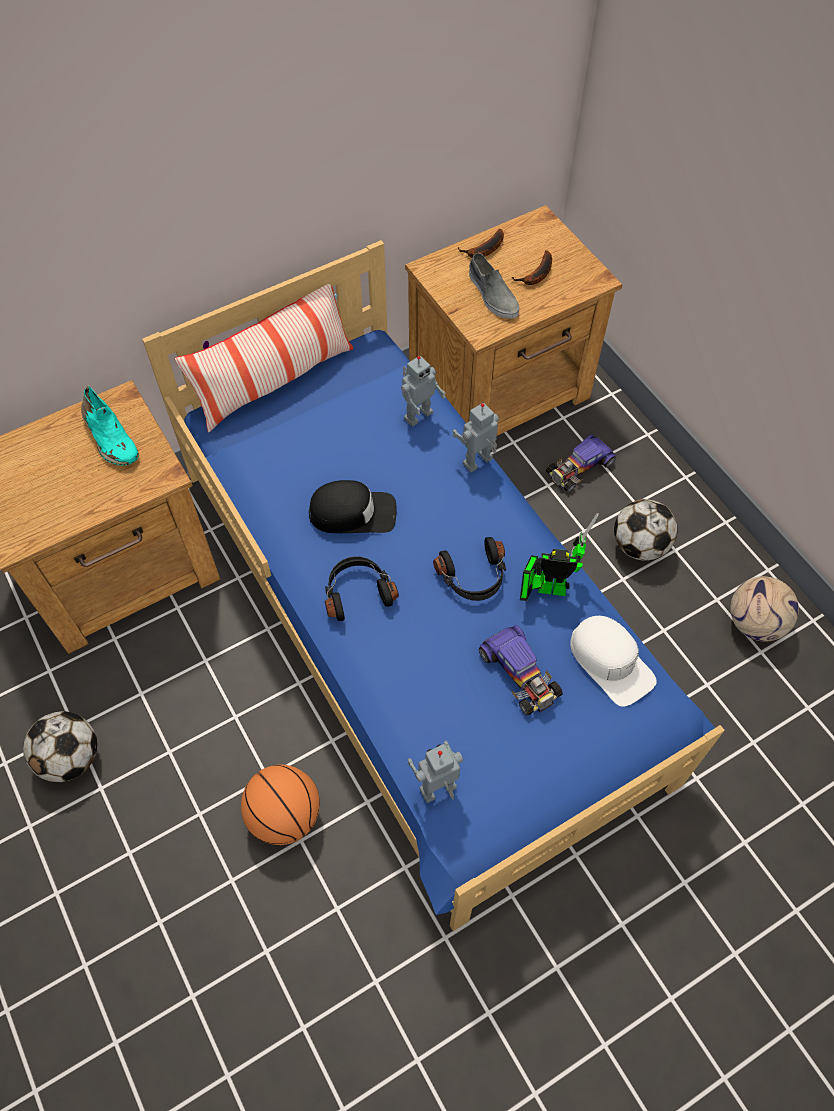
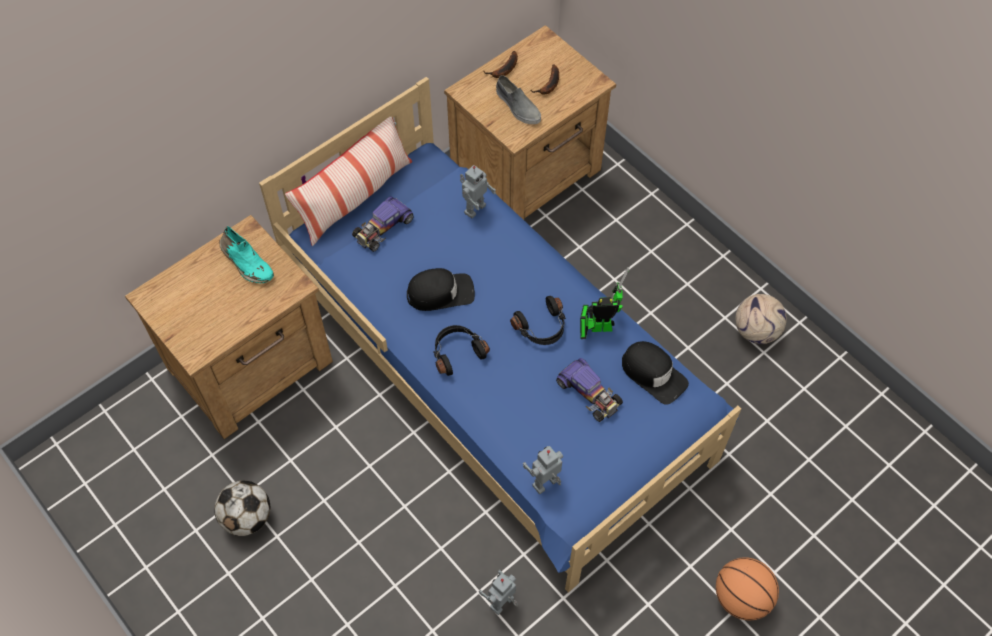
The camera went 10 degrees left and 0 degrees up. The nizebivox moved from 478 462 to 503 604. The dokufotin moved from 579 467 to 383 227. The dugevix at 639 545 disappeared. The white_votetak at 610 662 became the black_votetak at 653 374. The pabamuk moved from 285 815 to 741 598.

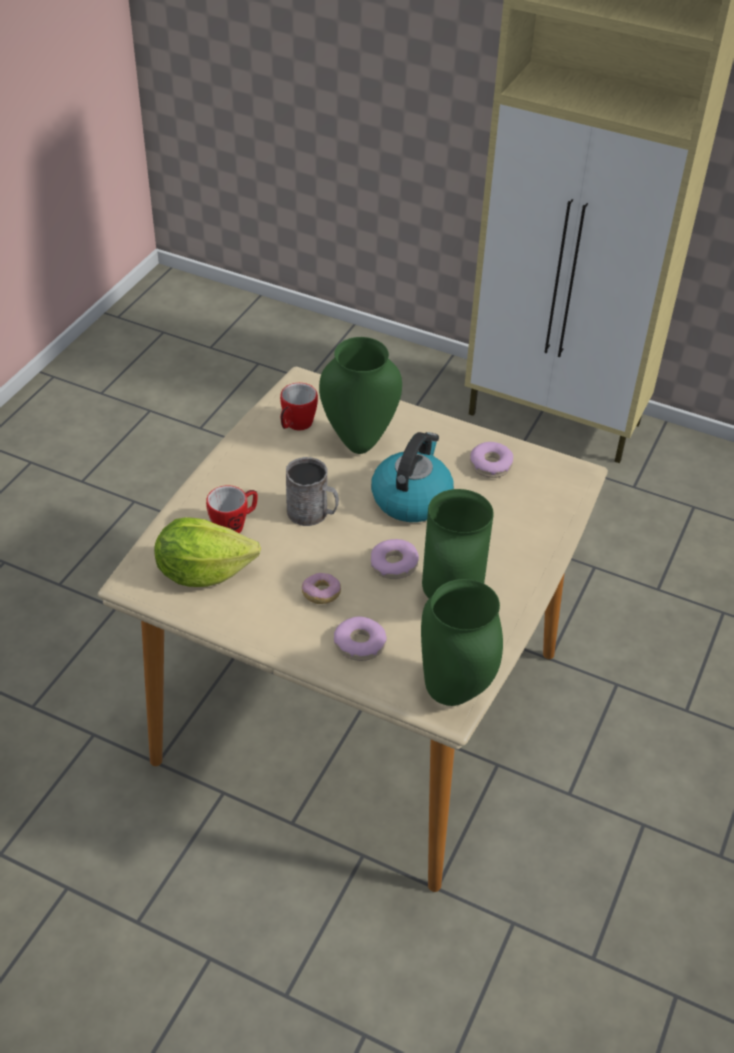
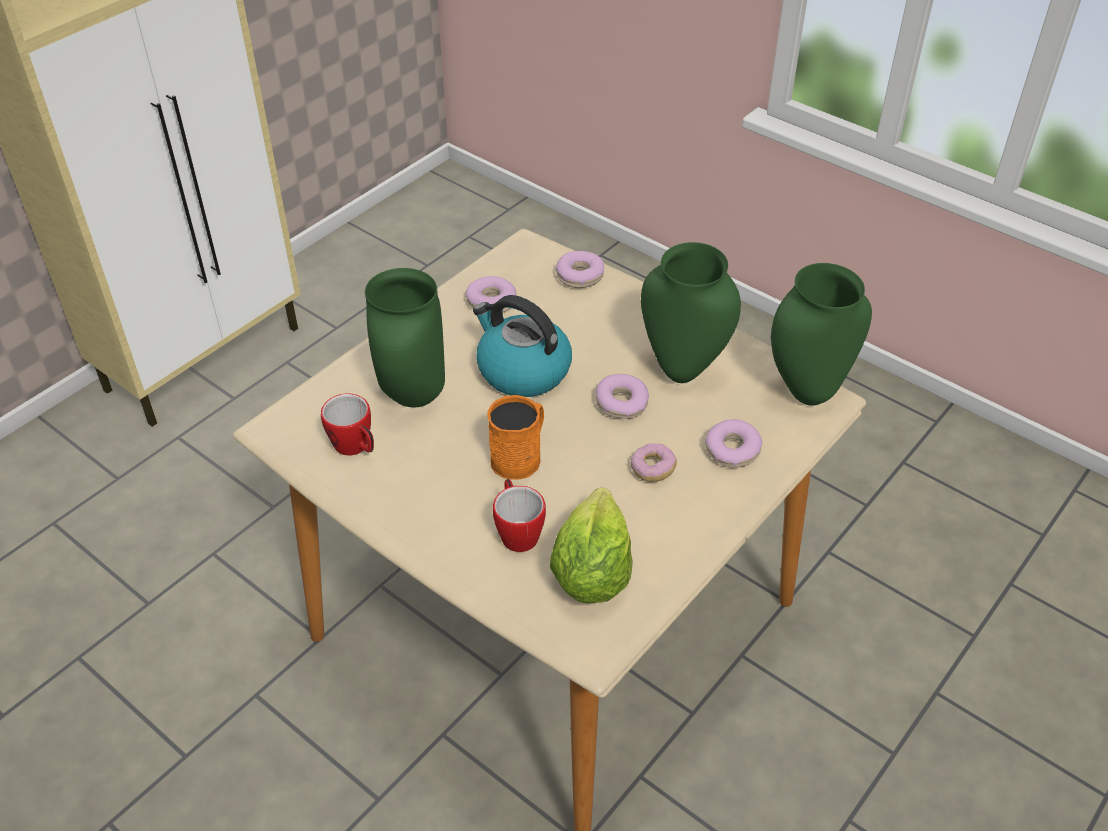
The camera went 75 degrees left and 0 degrees up. The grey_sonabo at 313 513 became the orange_sonabo at 520 456. The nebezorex at 580 276 appeared.

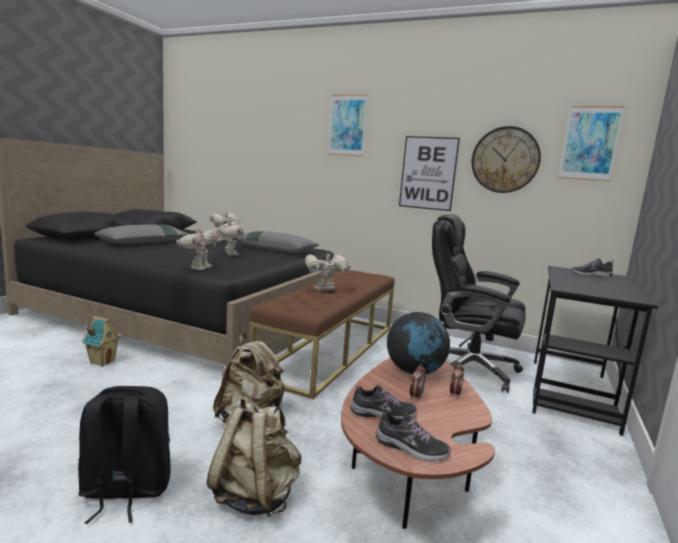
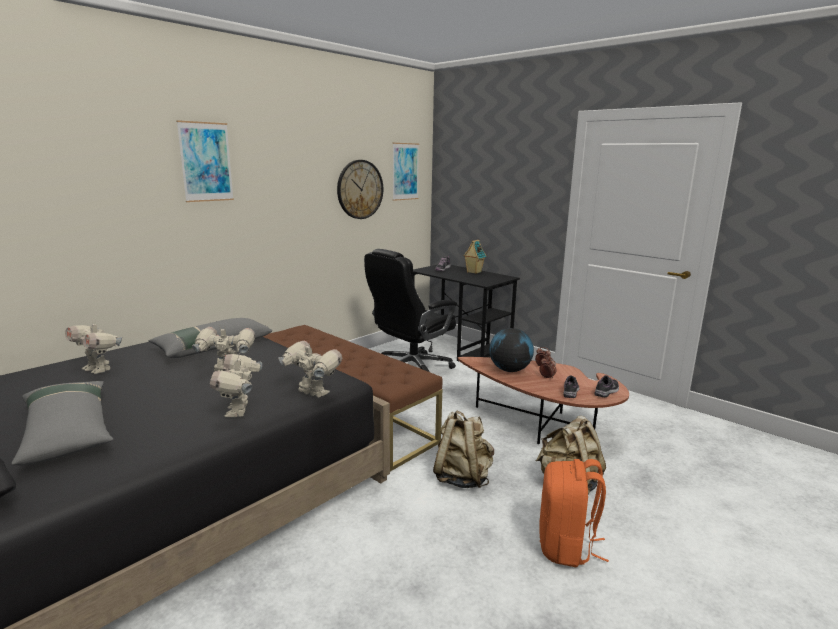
The camera went 70 degrees left and 5 degrees up. The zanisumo at 428 173 disappeared. The nizebivox moved from 325 289 to 239 411. The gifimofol moved from 102 362 to 473 272. The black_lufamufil at 125 491 became the orange_lufamufil at 566 546.

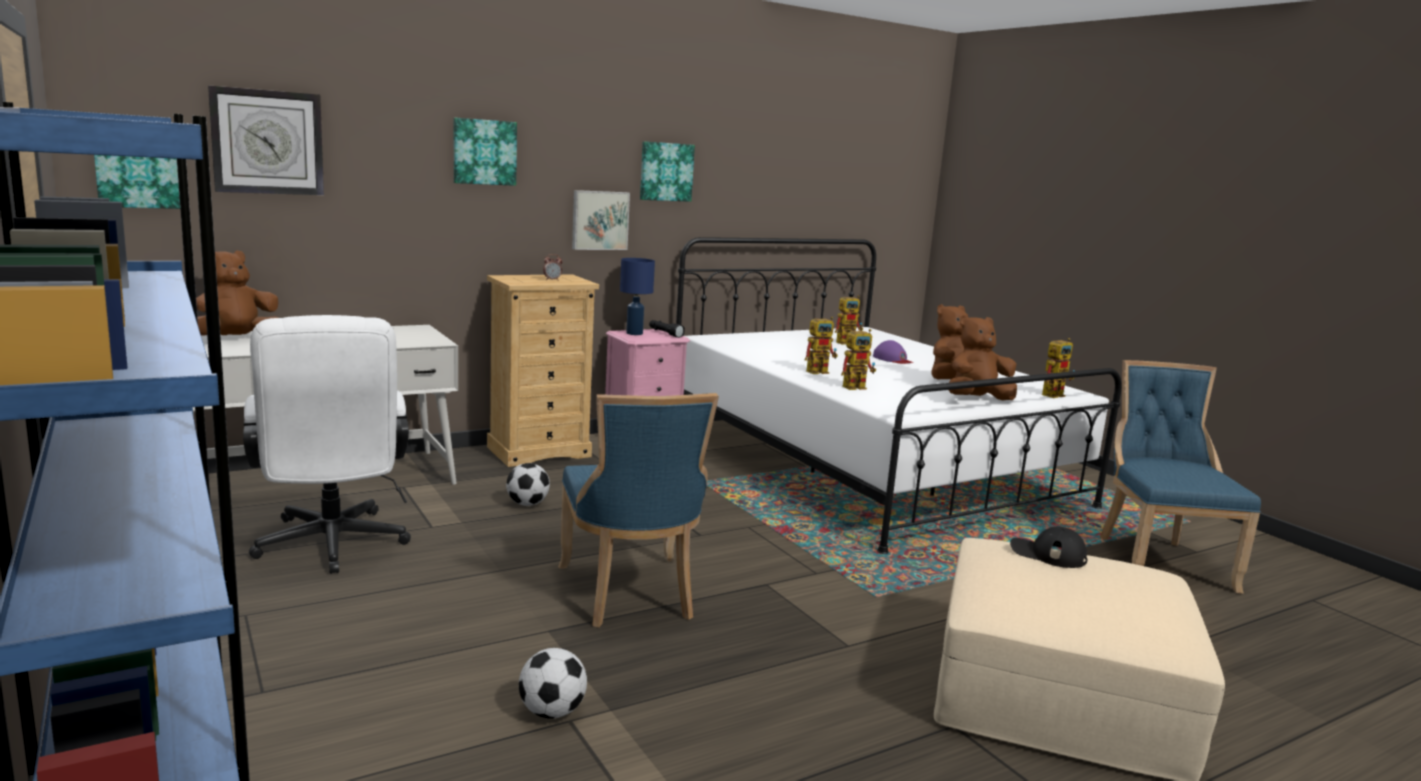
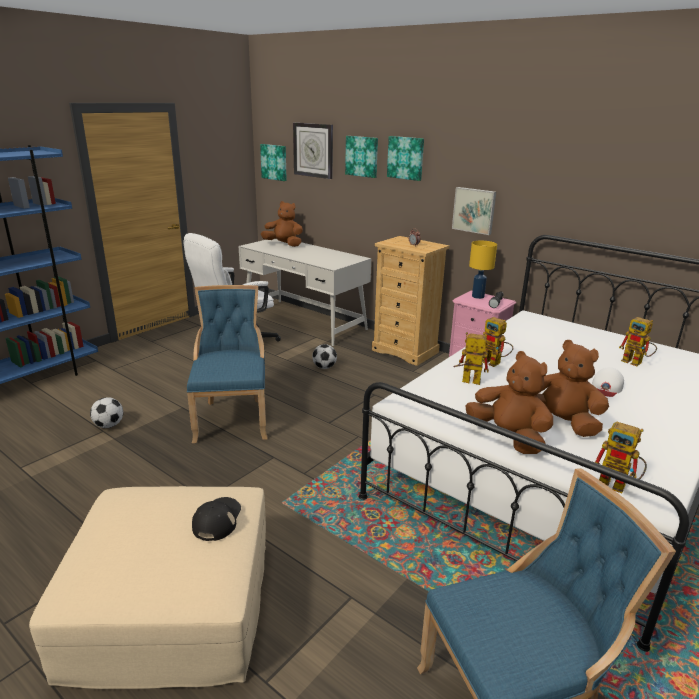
The camera went 70 degrees right and 10 degrees up. The zanisumo moved from 666 171 to 362 156. The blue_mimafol at 635 333 became the yellow_mimafol at 478 296. The nizebivox at 857 387 turned 150 degrees clockwise. The purple_votetak at 892 359 became the white_votetak at 606 387. The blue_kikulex at 630 594 turned 120 degrees clockwise.

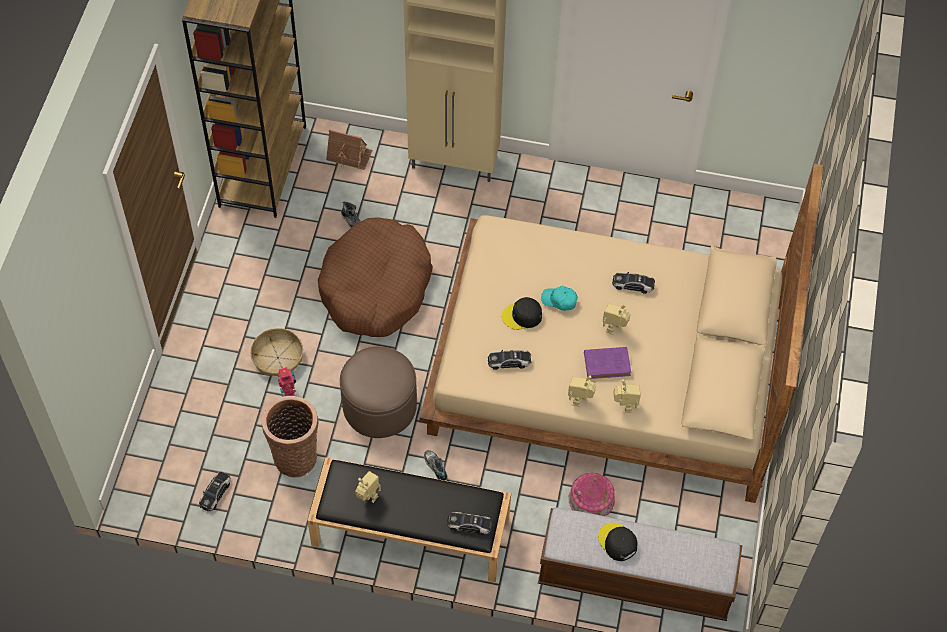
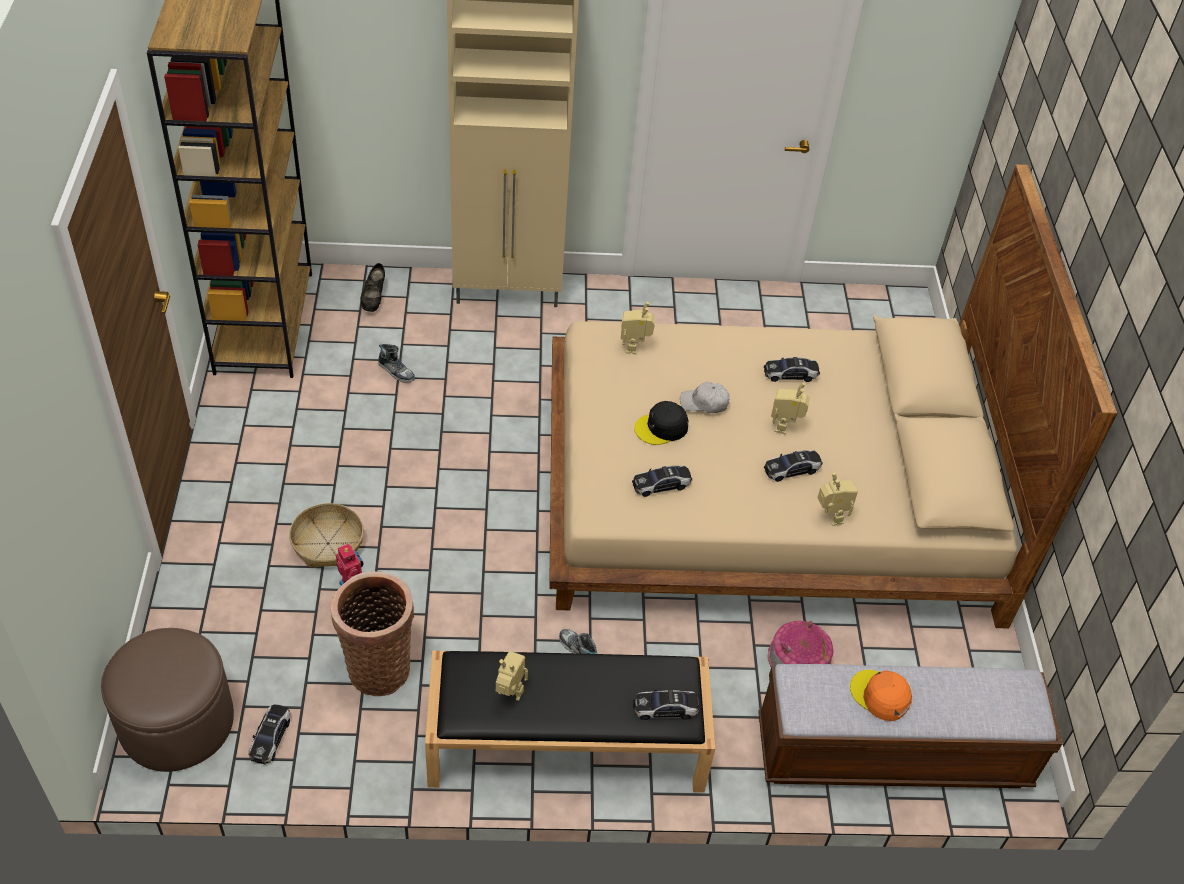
The camera went 15 degrees left and 10 degrees down. The gifimofol at 349 155 was replaced by the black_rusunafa at 374 298. The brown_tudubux at 375 287 disappeared. The turquoise_votetak at 559 300 became the white_votetak at 704 403. The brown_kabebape moved from 379 406 to 176 722. The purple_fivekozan at 608 364 was replaced by the dokufotin at 792 469. The nizebivox moved from 580 400 to 635 347. The black_votetak at 617 542 became the orange_votetak at 880 696.

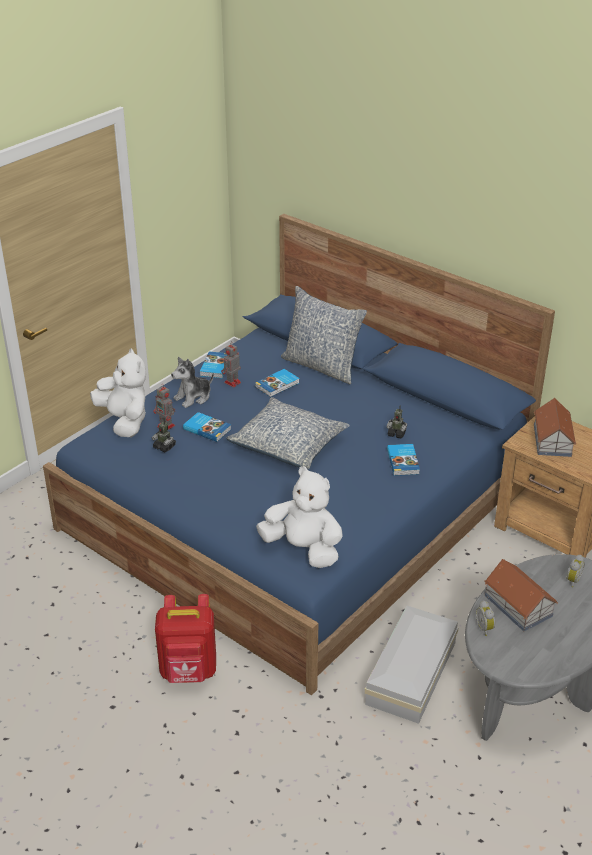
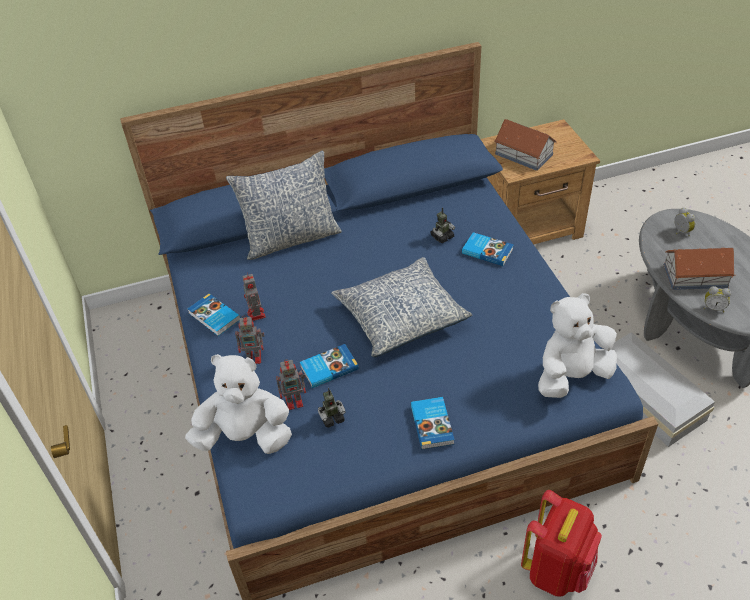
The camera went 55 degrees left and 10 degrees up. The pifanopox at 193 397 was replaced by the nizebivox at 255 357. The fivekozan moved from 278 385 to 433 424.

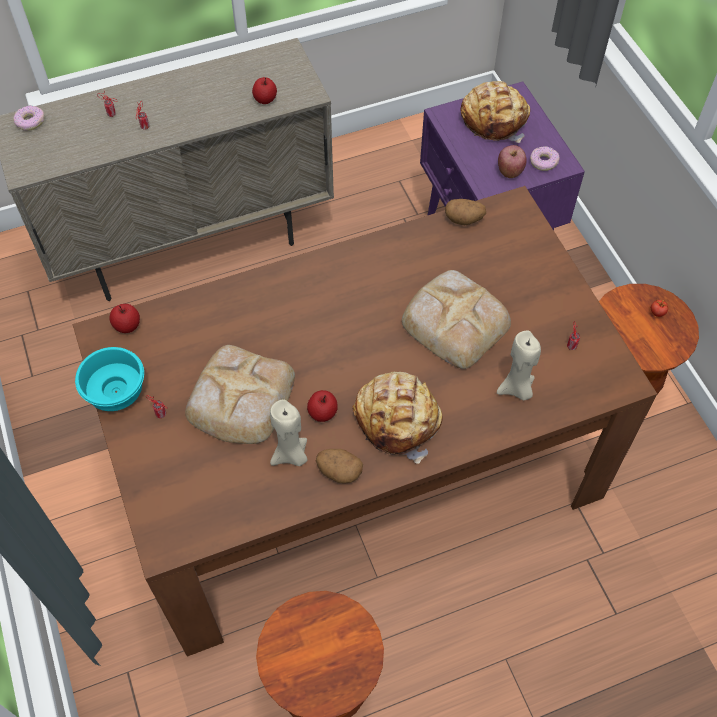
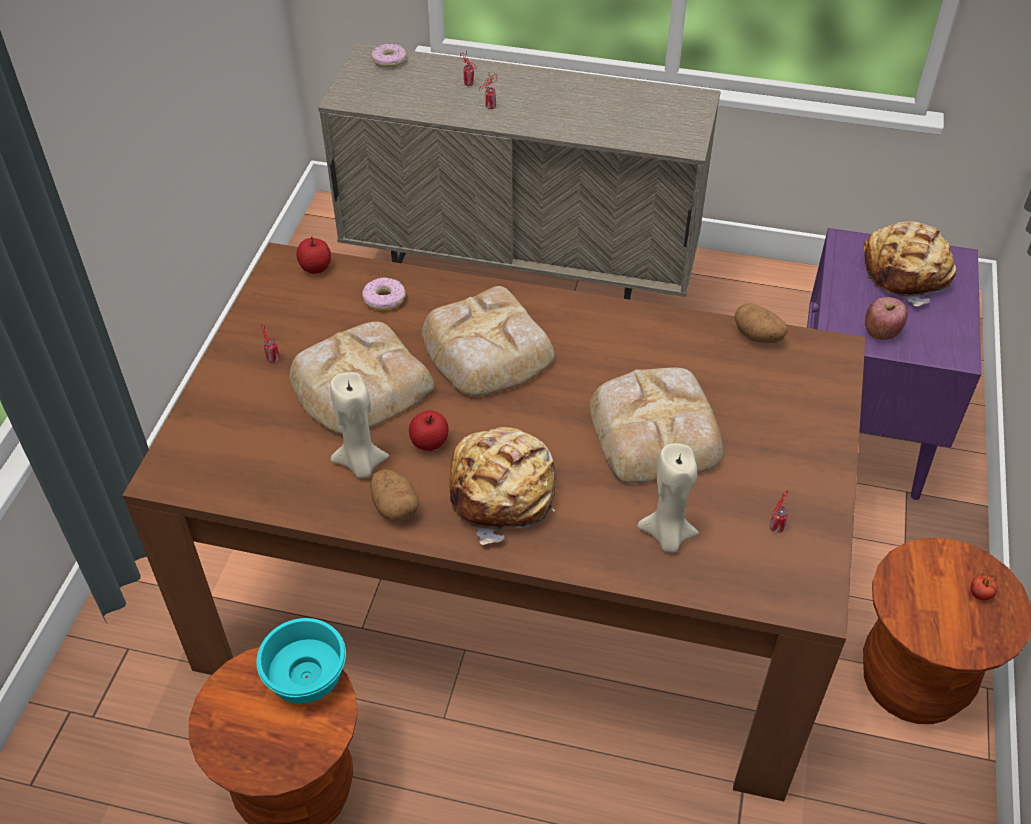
The camera went 35 degrees right and 10 degrees down. The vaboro at 265 99 disappeared. The nebezorex moved from 543 162 to 384 299. The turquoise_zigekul moved from 117 390 to 309 676. The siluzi at 487 351 appeared.

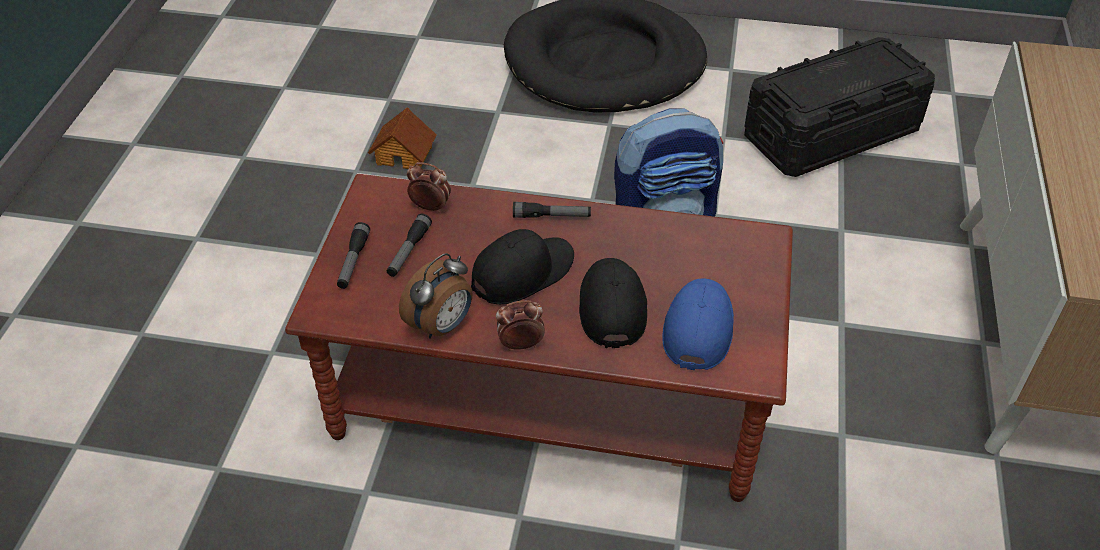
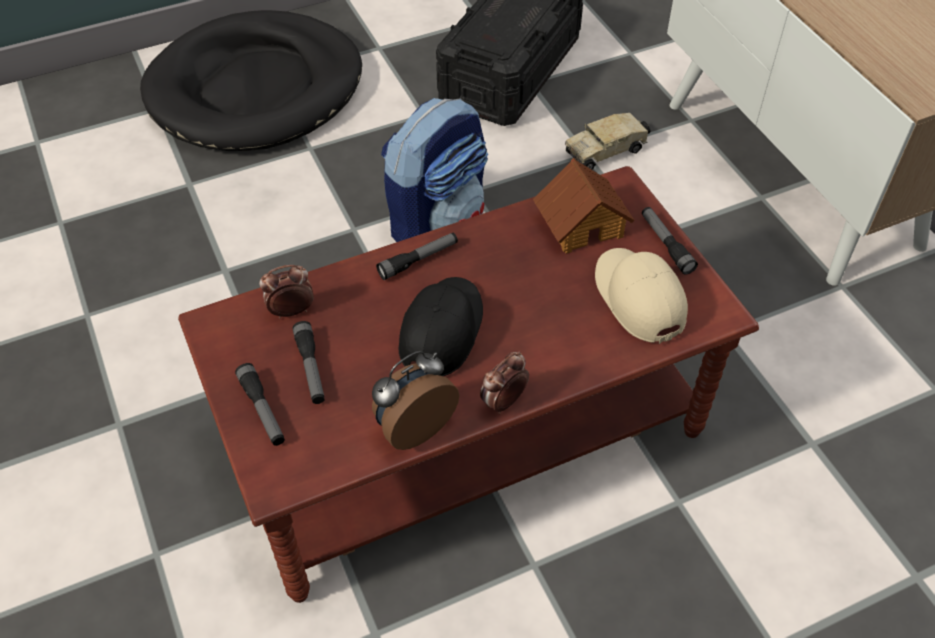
The camera went 35 degrees left and 5 degrees up. The gifimofol moved from 404 154 to 581 224. The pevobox at 442 326 turned 135 degrees counterclockwise. The black_votetak at 612 306 disappeared. The blue_votetak at 698 327 became the beige_votetak at 638 298. The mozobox at 606 151 appeared. The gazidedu at 666 244 appeared.

